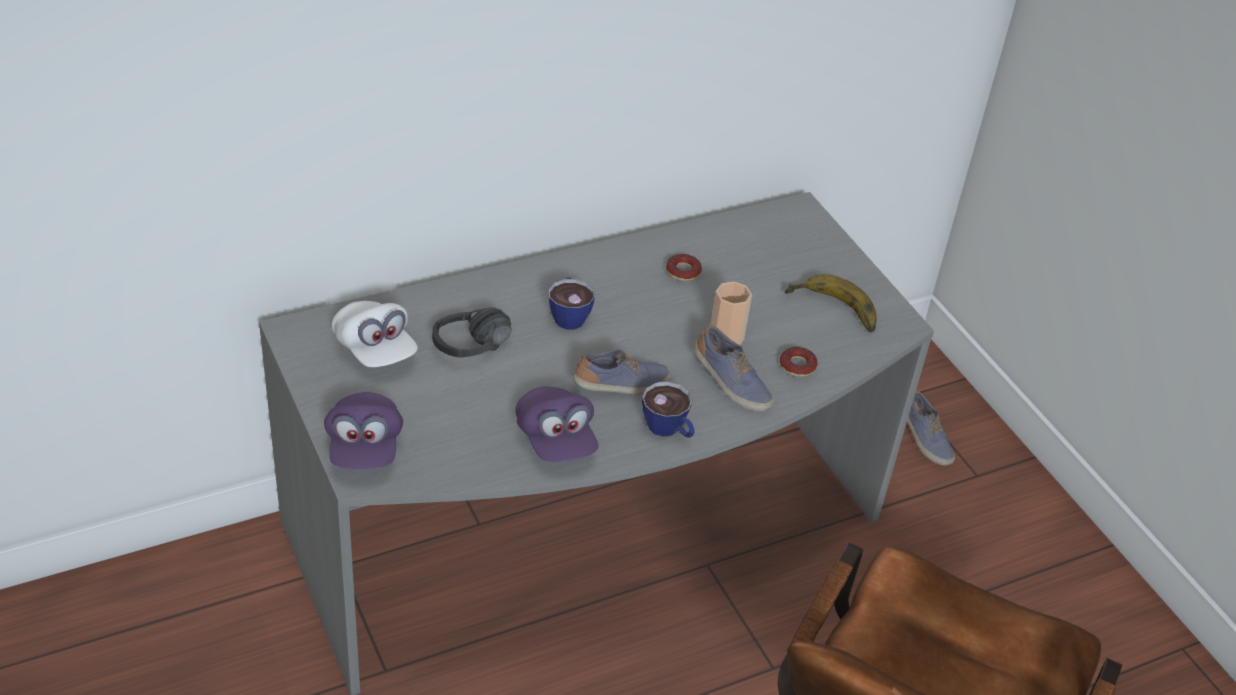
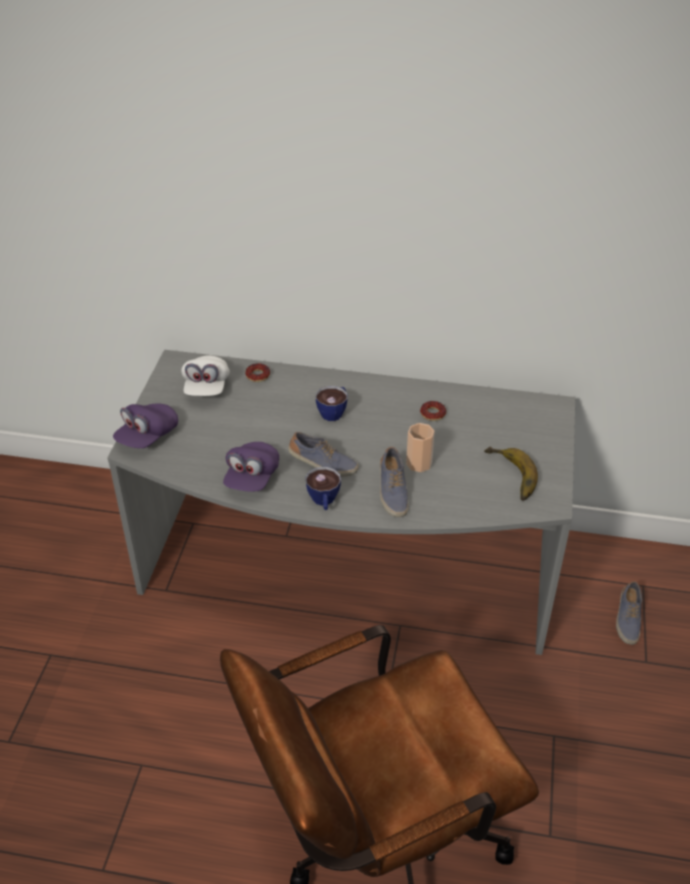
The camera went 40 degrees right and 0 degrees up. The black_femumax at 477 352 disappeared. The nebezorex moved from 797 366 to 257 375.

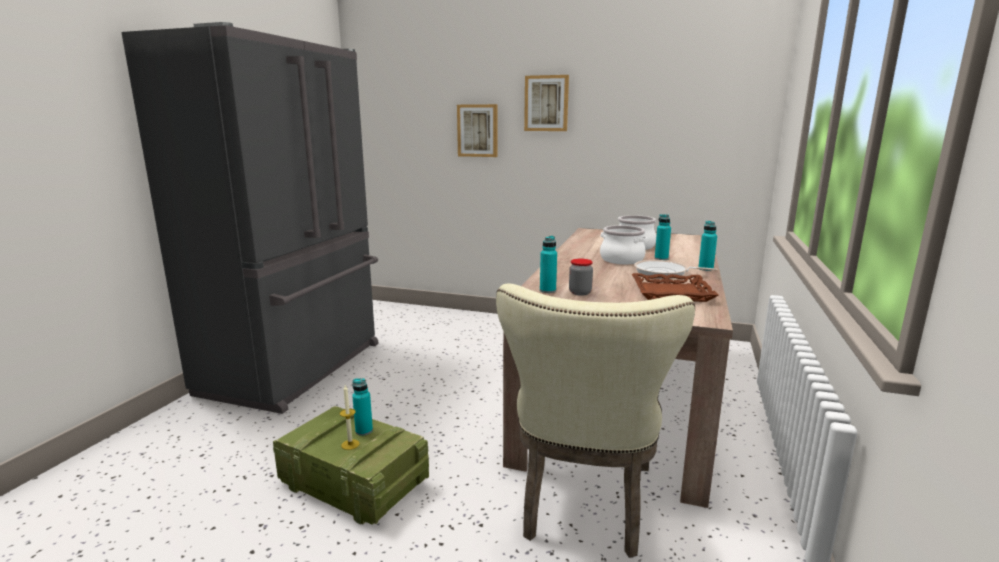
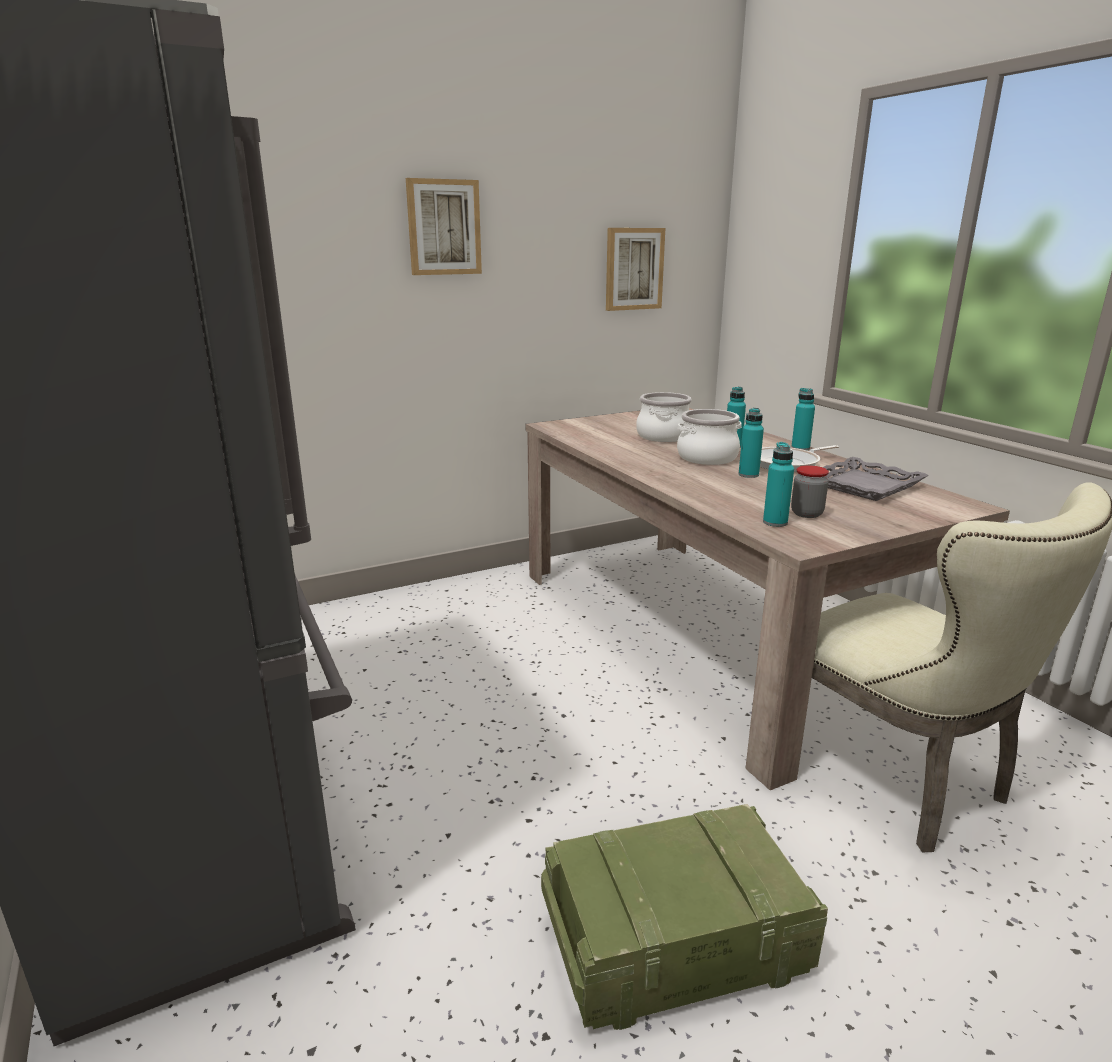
The camera went 45 degrees left and 5 degrees up. The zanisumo moved from 477 130 to 633 269. The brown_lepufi at 671 293 became the grey_lepufi at 864 486. The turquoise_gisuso moved from 364 431 to 748 475. The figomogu at 350 444 disappeared.

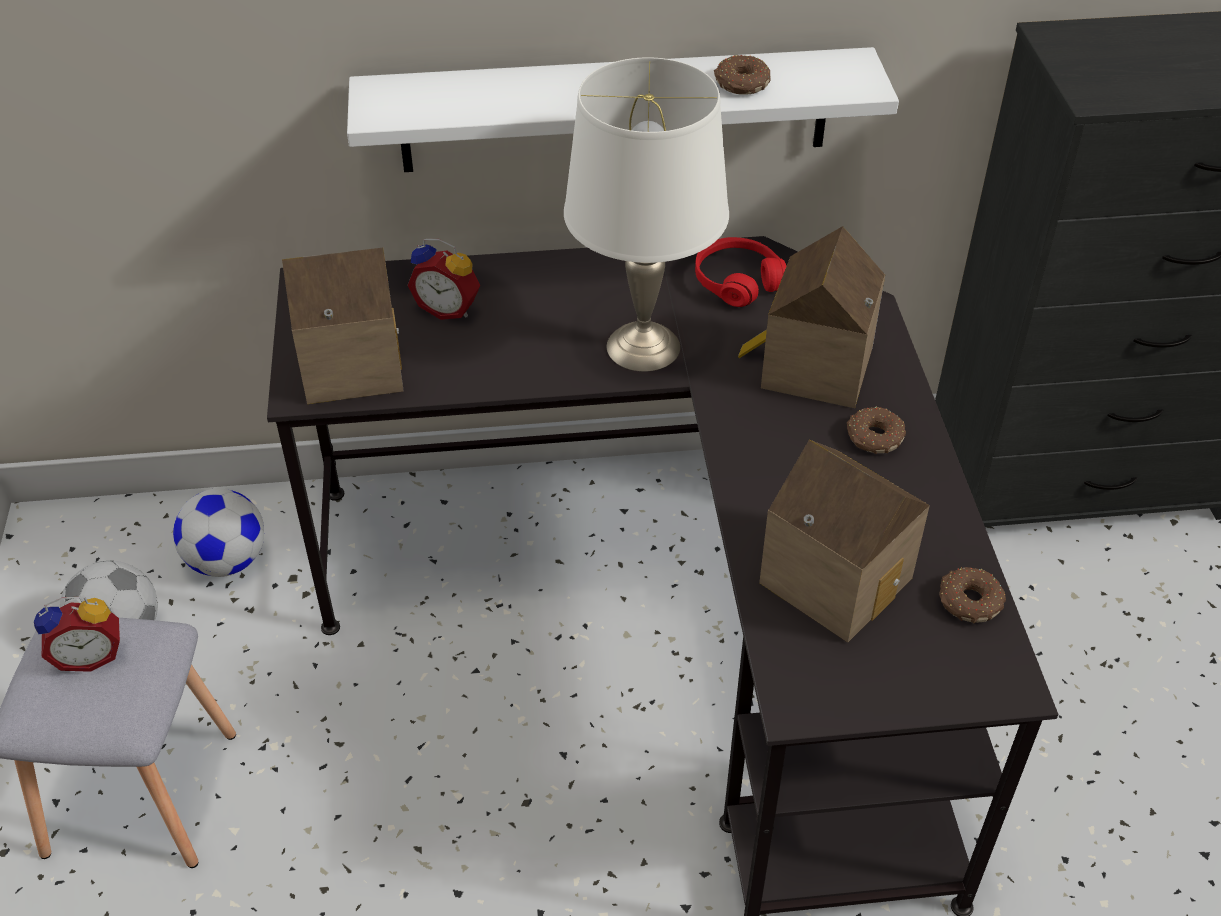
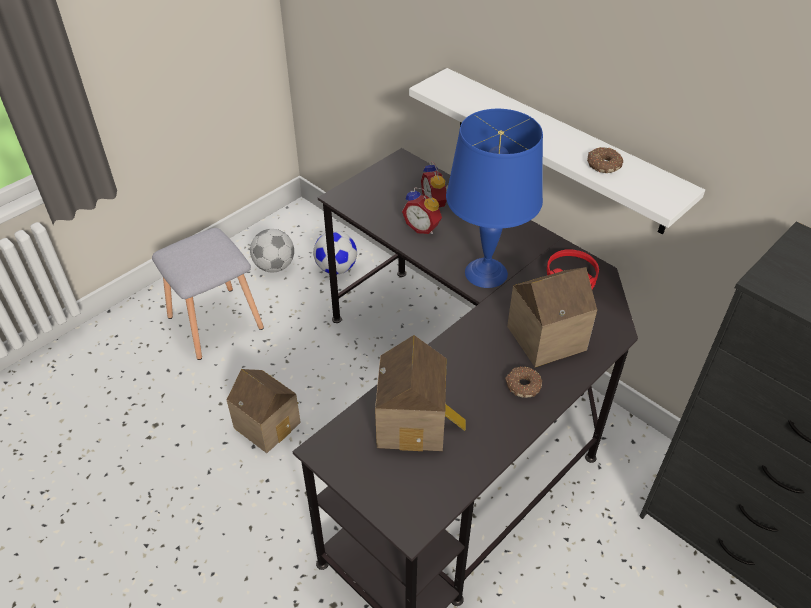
The camera went 50 degrees right and 0 degrees up. The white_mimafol at 642 346 became the blue_mimafol at 485 272. The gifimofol moved from 350 362 to 269 423. The nebezorex at 968 602 disappeared. The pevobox moved from 90 655 to 423 227.

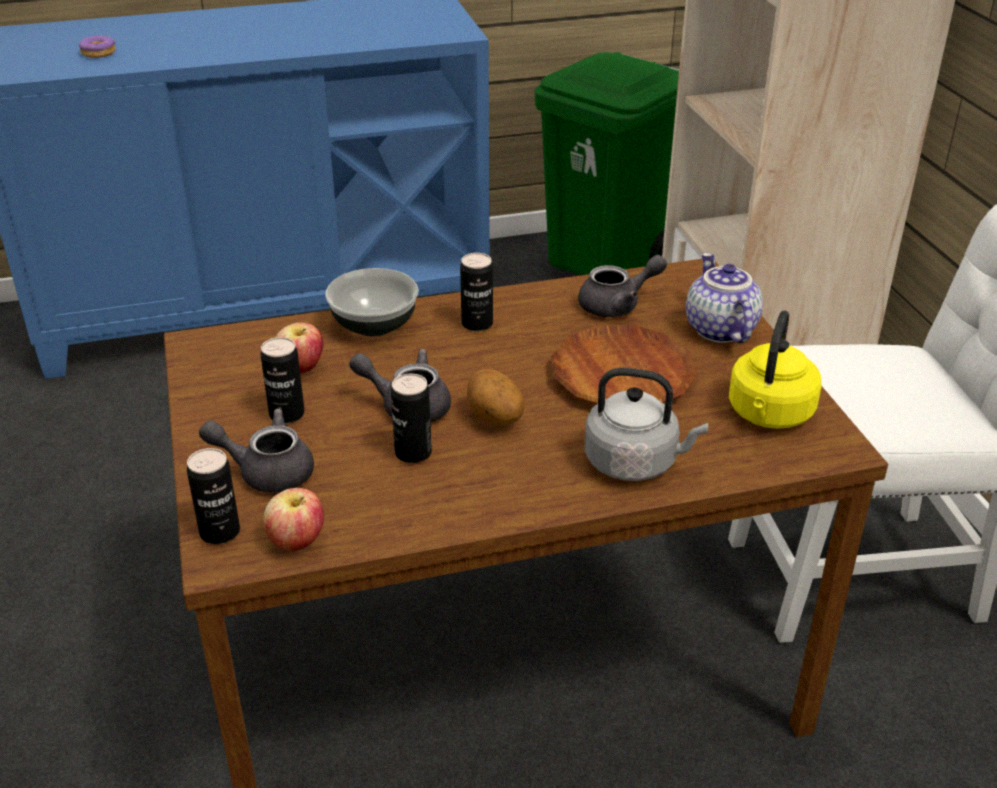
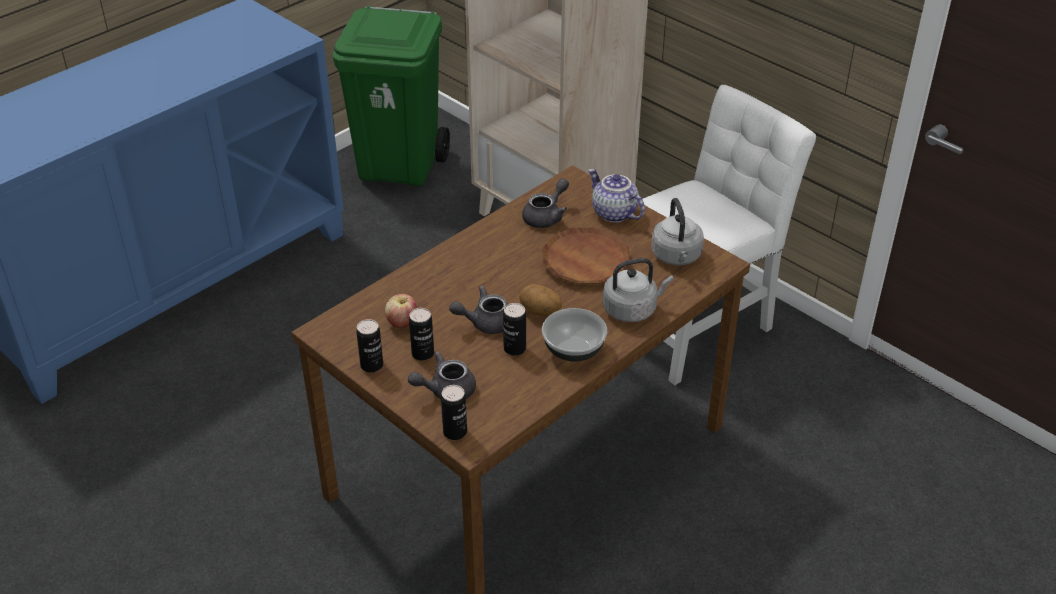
The camera went 30 degrees left and 5 degrees up. The nebezorex at 99 53 disappeared. The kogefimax moved from 477 324 to 372 365. The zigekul moved from 374 325 to 574 350. The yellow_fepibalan at 769 415 became the grey_fepibalan at 676 257. The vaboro at 297 541 disappeared.

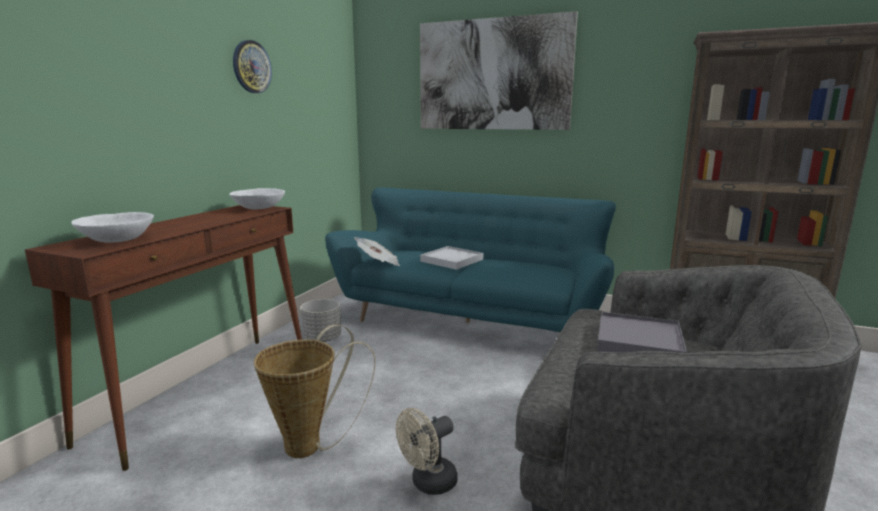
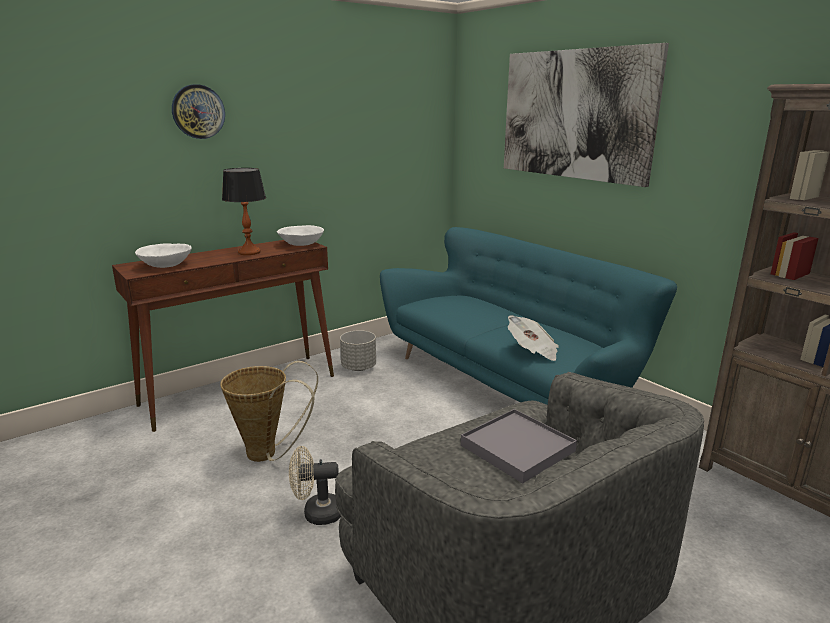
The camera went 30 degrees right and 5 degrees up. The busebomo moved from 251 67 to 198 111. The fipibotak moved from 378 263 to 532 351. The white_lepufi at 451 260 disappeared. The mimafol at 249 252 appeared.

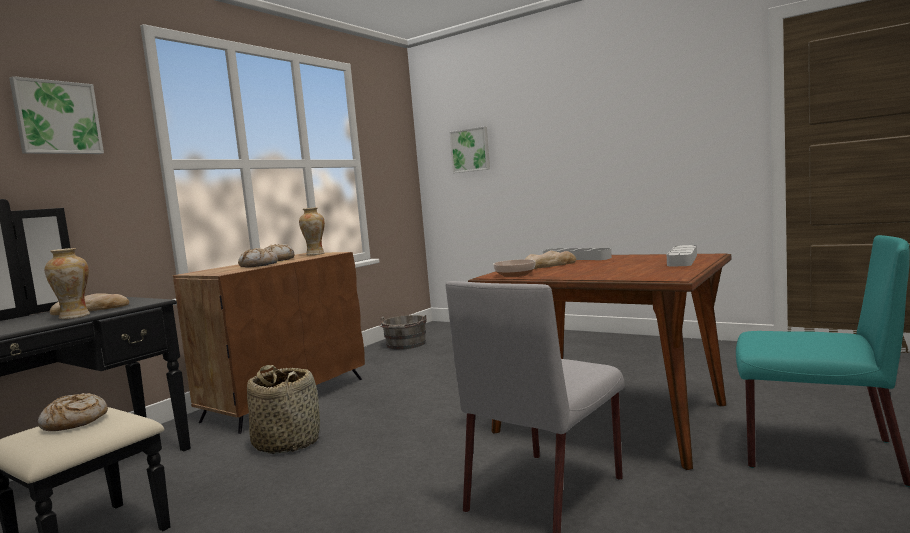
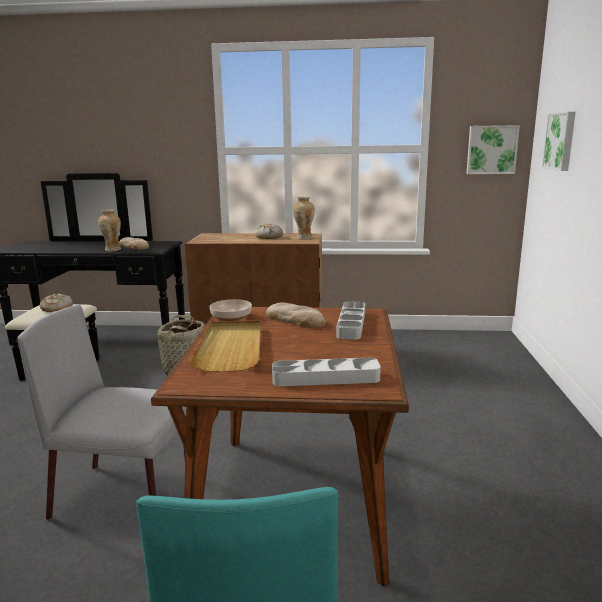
The camera went 60 degrees right and 10 degrees up. The zanisumo moved from 57 118 to 491 150. The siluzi at 259 265 disappeared. The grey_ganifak at 405 345 disappeared. The beige_lepufi at 231 348 appeared.

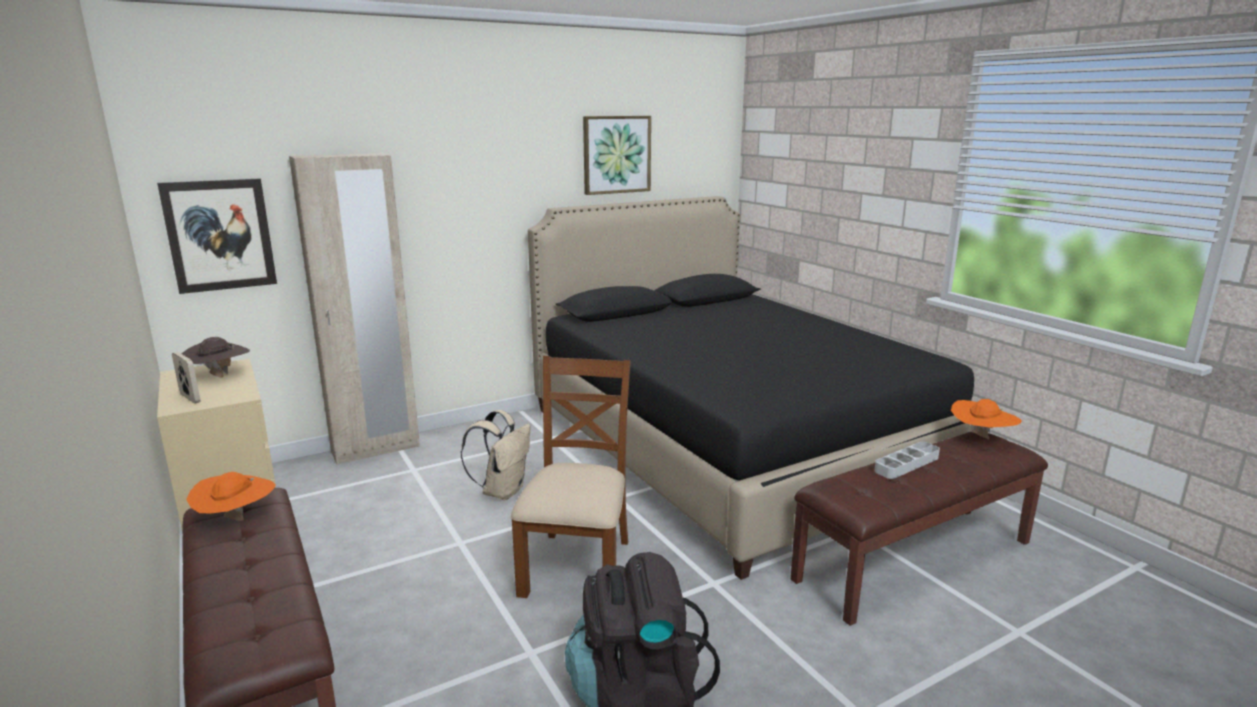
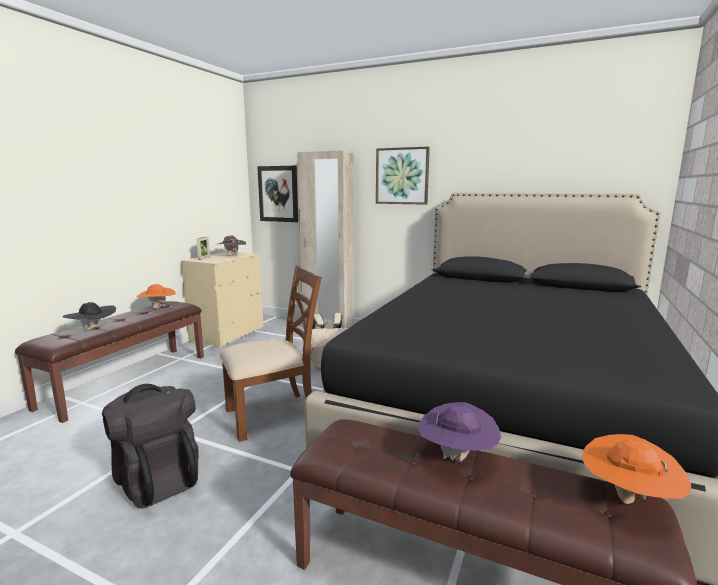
The camera went 55 degrees right and 5 degrees down. The zanisumo moved from 616 154 to 402 176. The grey_lepufi at 906 464 was replaced by the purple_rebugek at 457 457. The black_rebugek at 93 330 appeared.

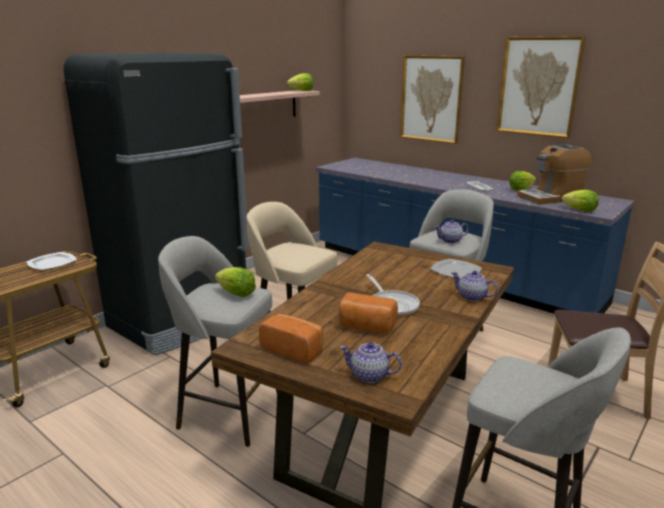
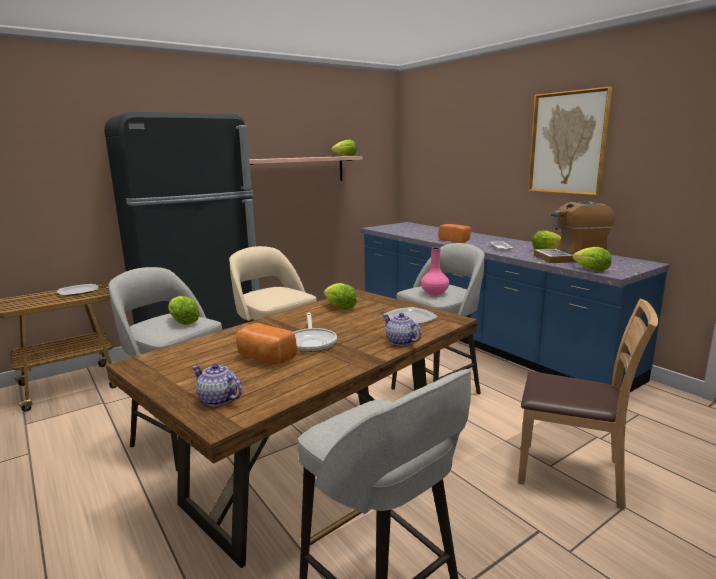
The camera went 15 degrees right and 5 degrees down. The zanisumo at 431 98 disappeared. The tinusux at 451 240 was replaced by the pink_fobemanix at 435 293. The siluzi moved from 294 350 to 455 240. The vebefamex at 339 307 appeared.

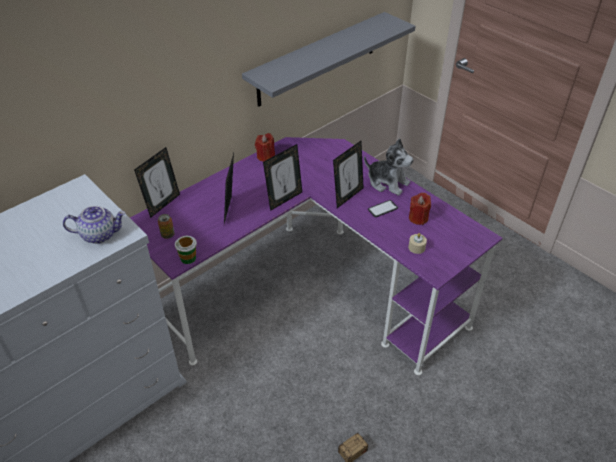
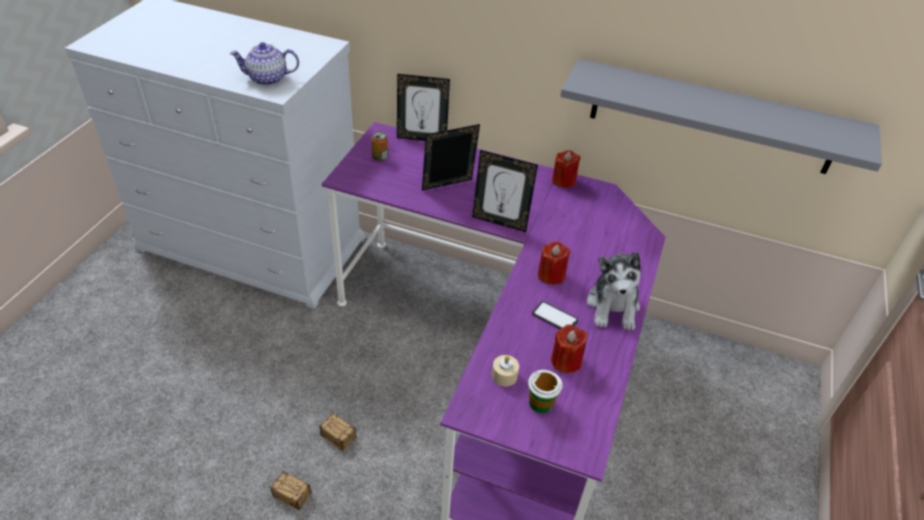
The camera went 60 degrees right and 0 degrees up. The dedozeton at 347 196 was replaced by the red_figomogu at 551 275. The tinusux at 100 234 turned 120 degrees clockwise. The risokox moved from 188 258 to 541 403. The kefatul at 323 425 appeared.

